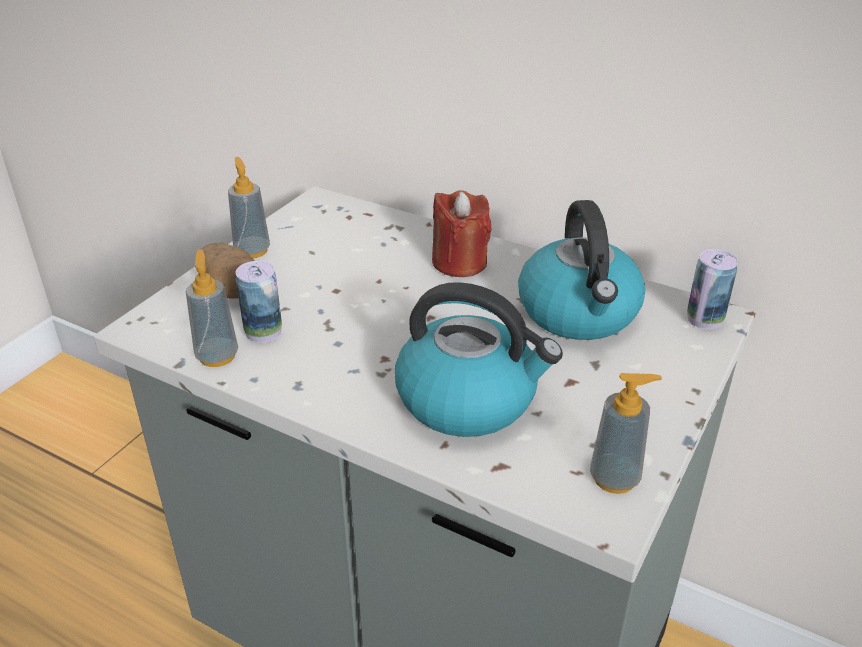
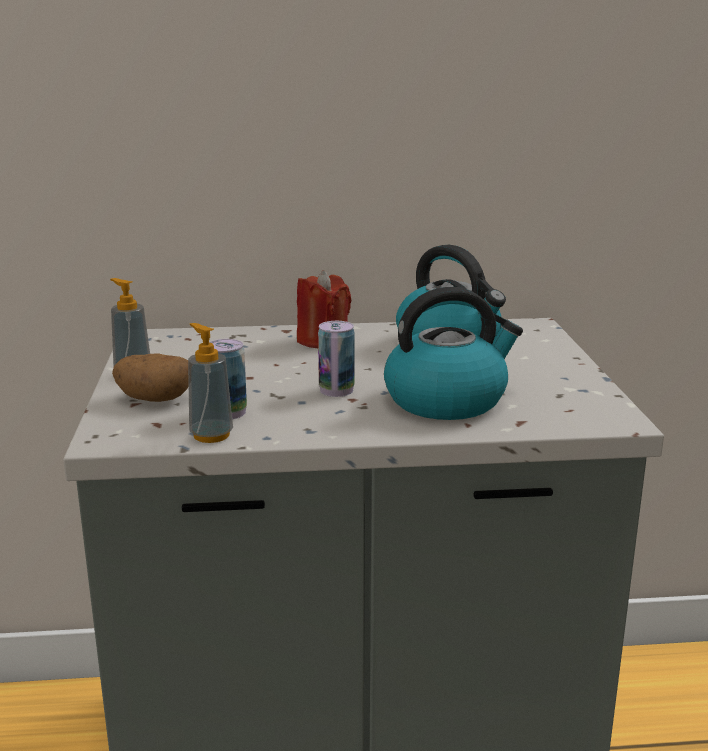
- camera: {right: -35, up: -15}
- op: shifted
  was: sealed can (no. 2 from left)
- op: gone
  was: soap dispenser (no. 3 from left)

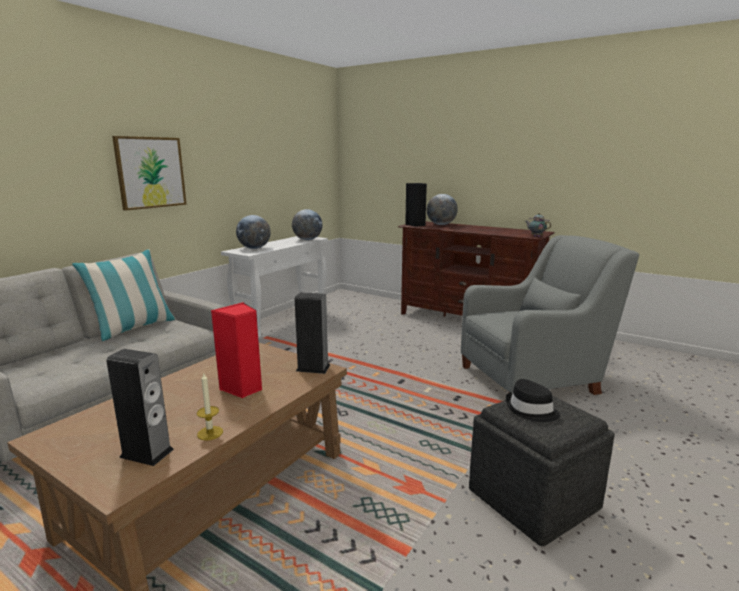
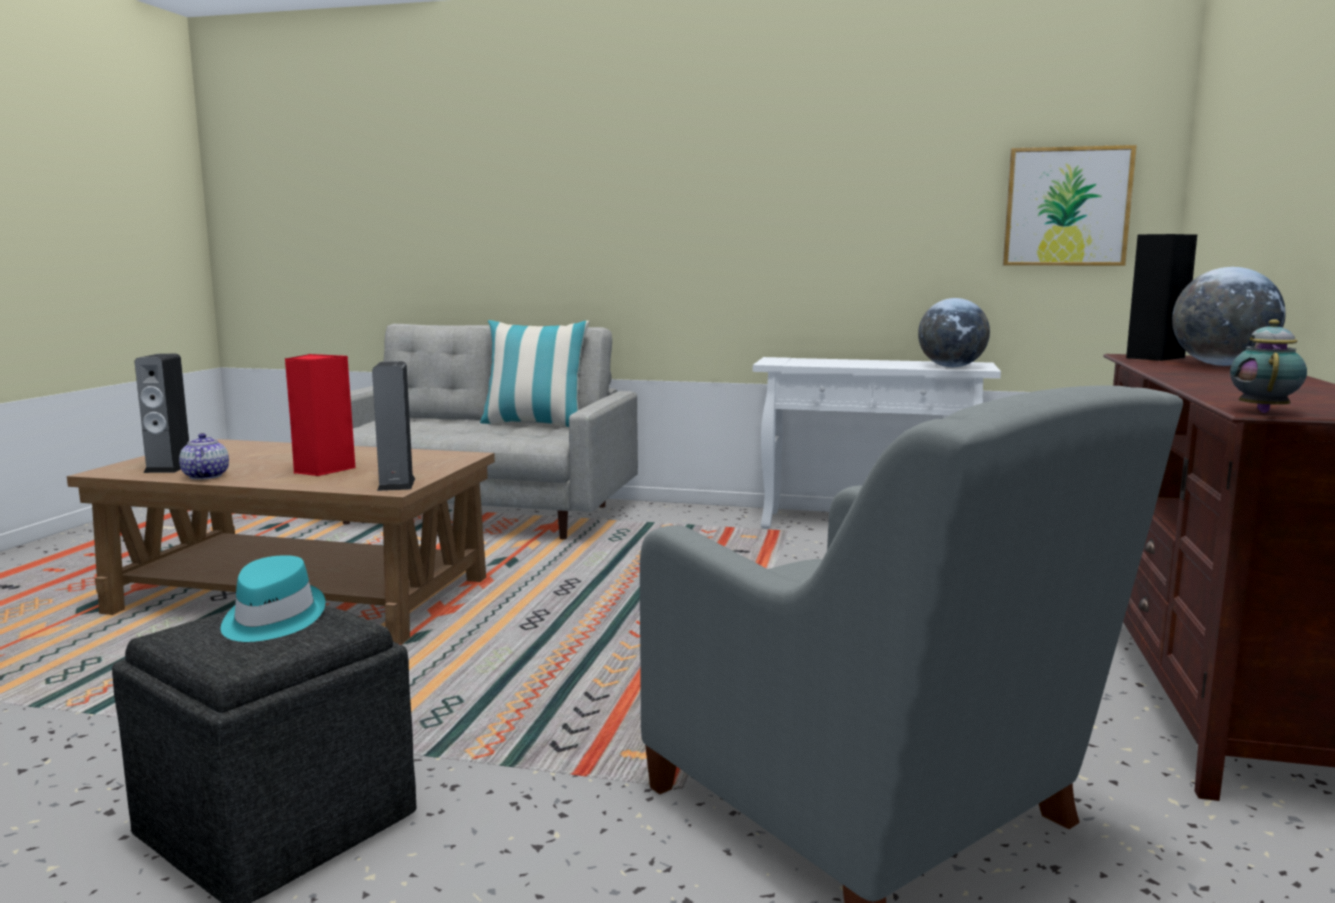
- camera: {right: 70, up: -5}
- op: shifted
  was: wall picture
- op: gone
  was: world globe (no. 1 from left)
- op: swapped
  was: wax light
  now: tea pot (no. 1 from left)
- op: repainted
  was: hat (black)
  now: hat (blue-green)

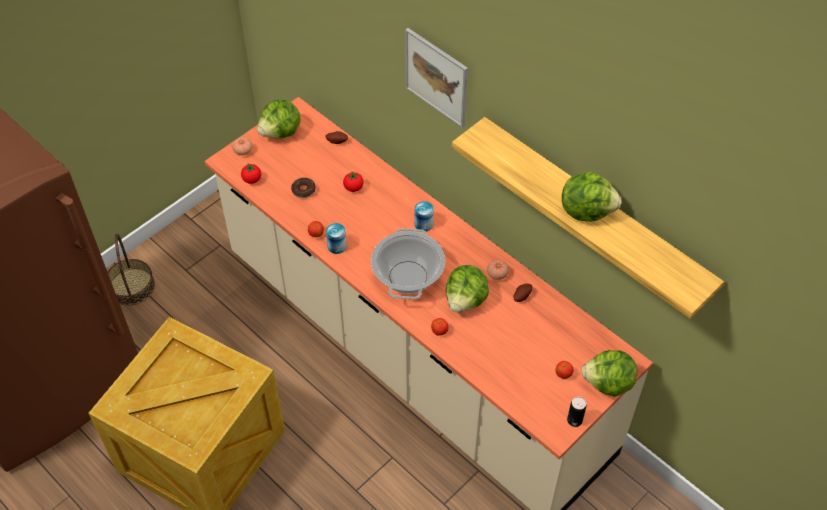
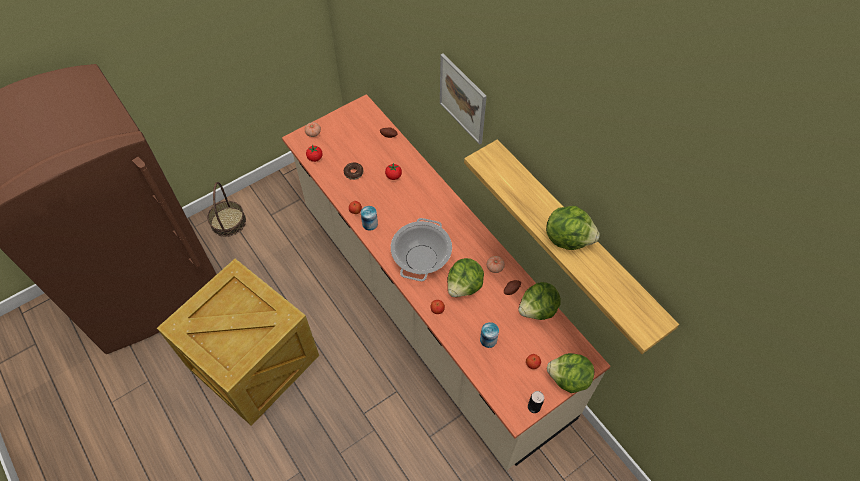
- camera: {right: 10, up: 5}
- op: shifted
  was: lettuce (no. 1 from left in the first image)
  now: lettuce (no. 2 from left)
- op: shifted
  was: sealed can (no. 2 from left)

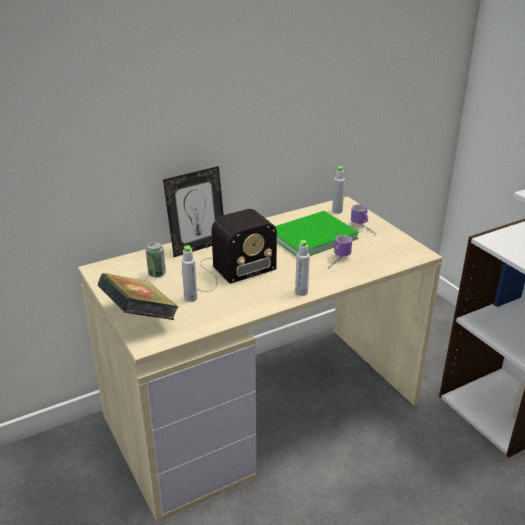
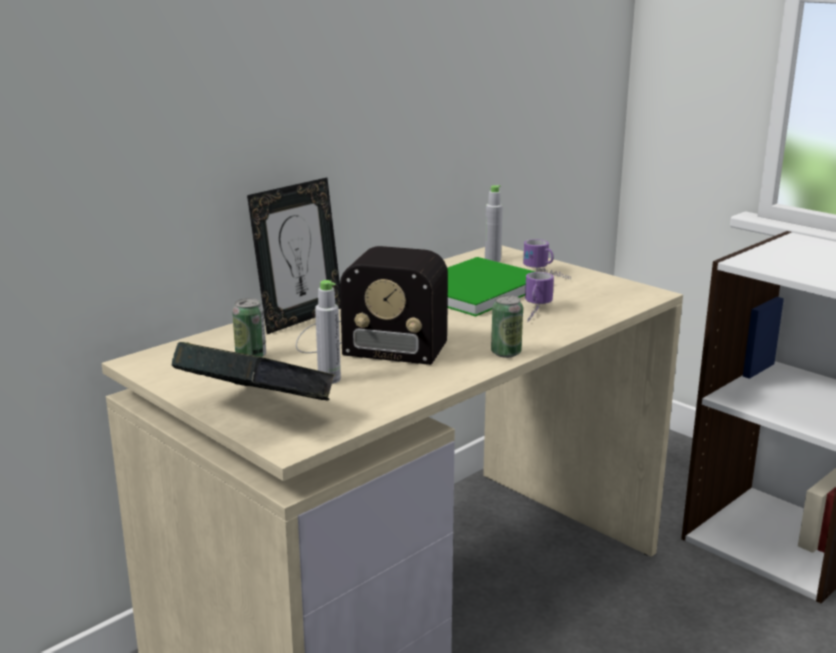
- camera: {right: -15, up: -10}
- op: rotated
  was: radio receiver
  clockwise: 60
- op: swapped
  was: beverage bottle (grey) (no. 2 from left)
  now: sealed can (no. 2 from left)

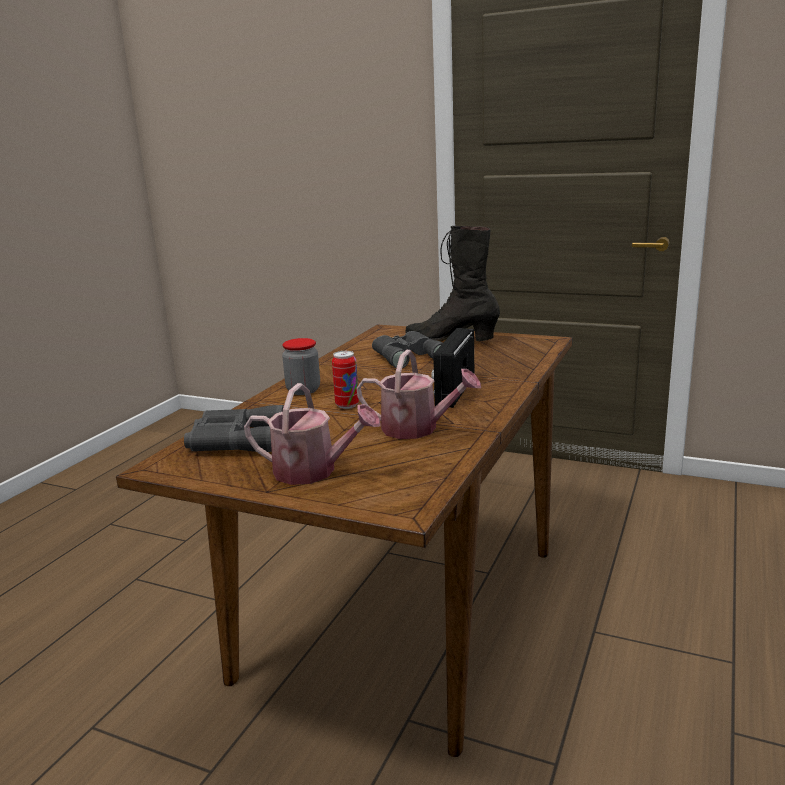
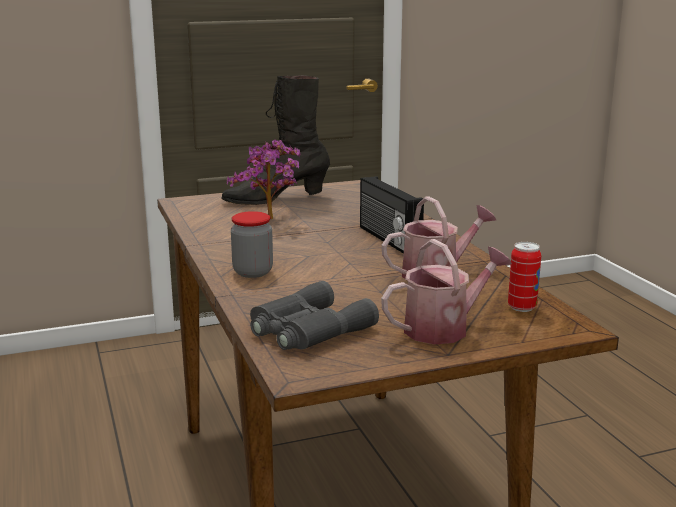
- camera: {right: -45, up: 0}
- op: swapped
  was: field glasses (grey) (no. 2 from left)
  now: houseplant
- op: shifted
  was: sealed can

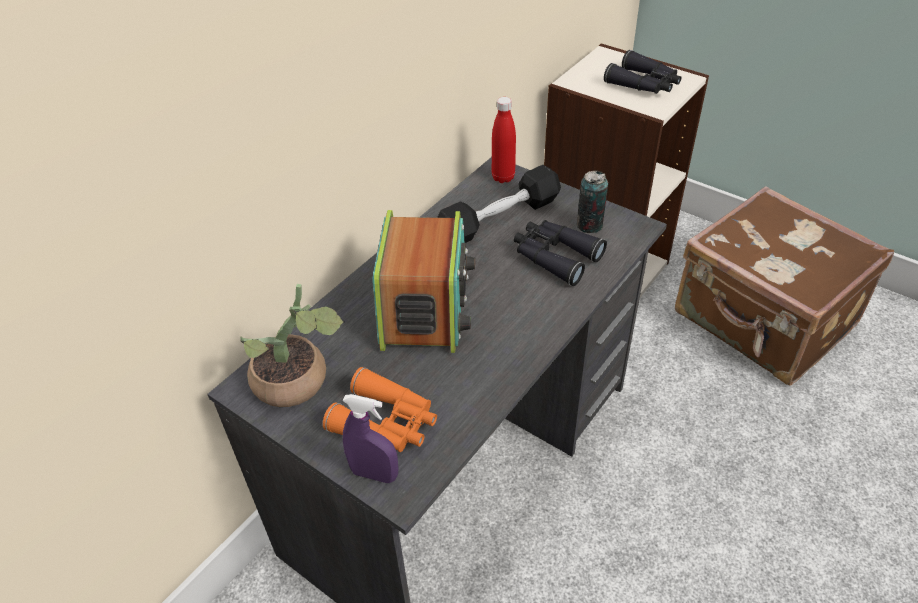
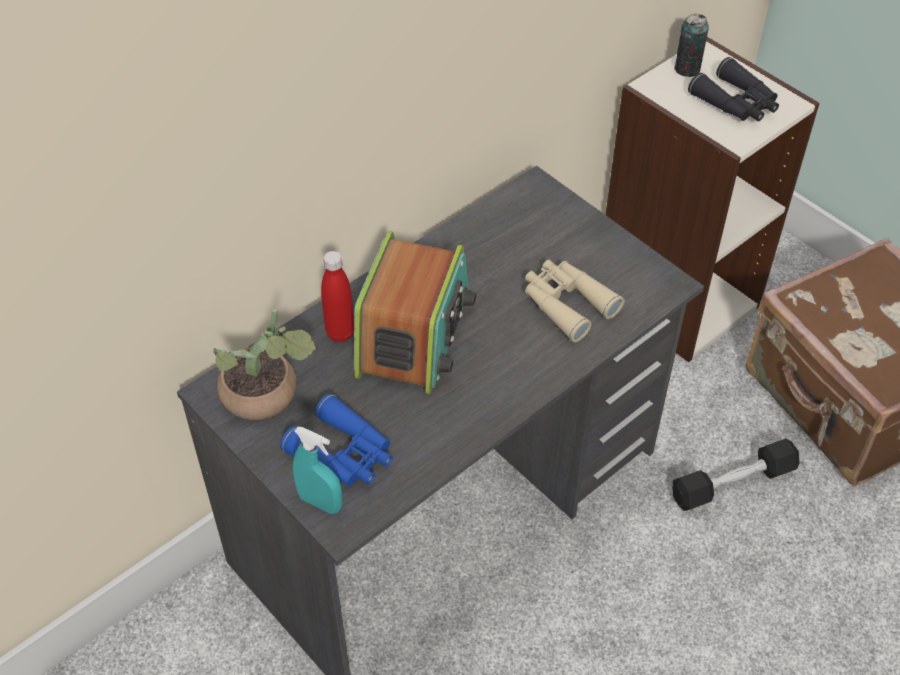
- camera: {right: 10, up: 5}
- op: shifted
  was: beverage bottle (red)
- op: shifted
  was: free weight (black)
- op: shifted
  was: sealed can
- op: repainted
  was: field glasses (black) (no. 1 from left)
  now: field glasses (beige)
- op: repainted
  was: field glasses (orange)
  now: field glasses (blue)
- op: repainted
  was: spray bottle (purple-coloured)
  now: spray bottle (blue-green)

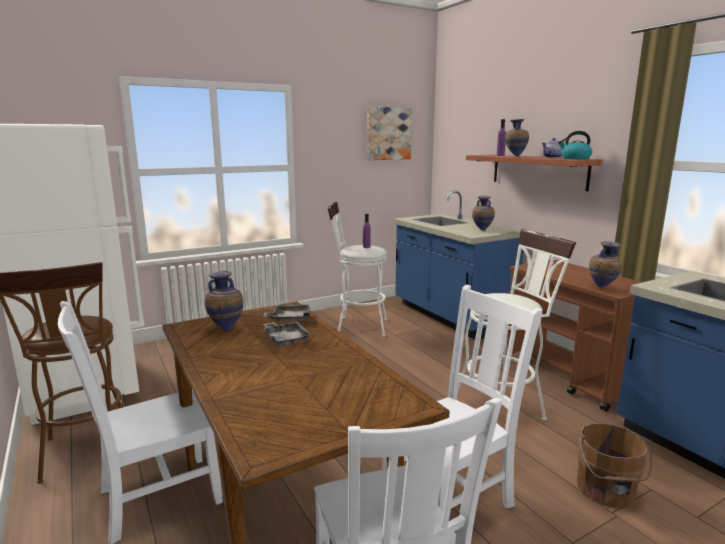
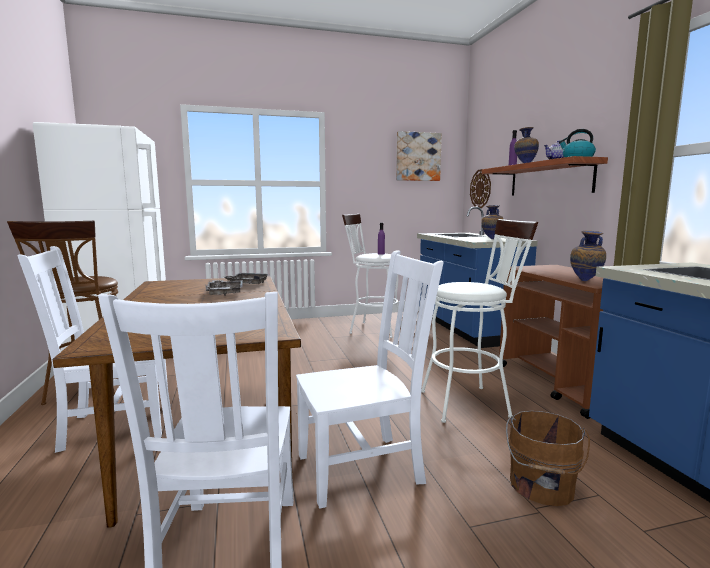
- camera: {right: 15, up: -5}
- op: gone
  was: decorative vase (no. 1 from left)
- op: new
  now: hanging clock

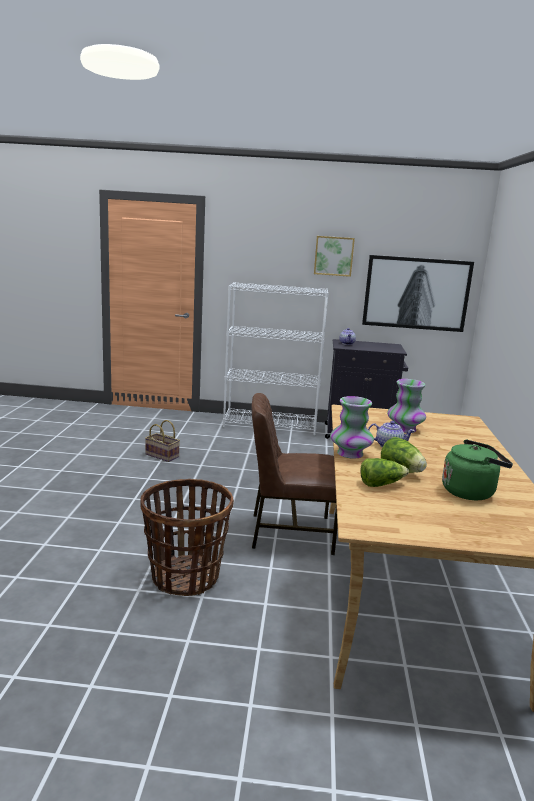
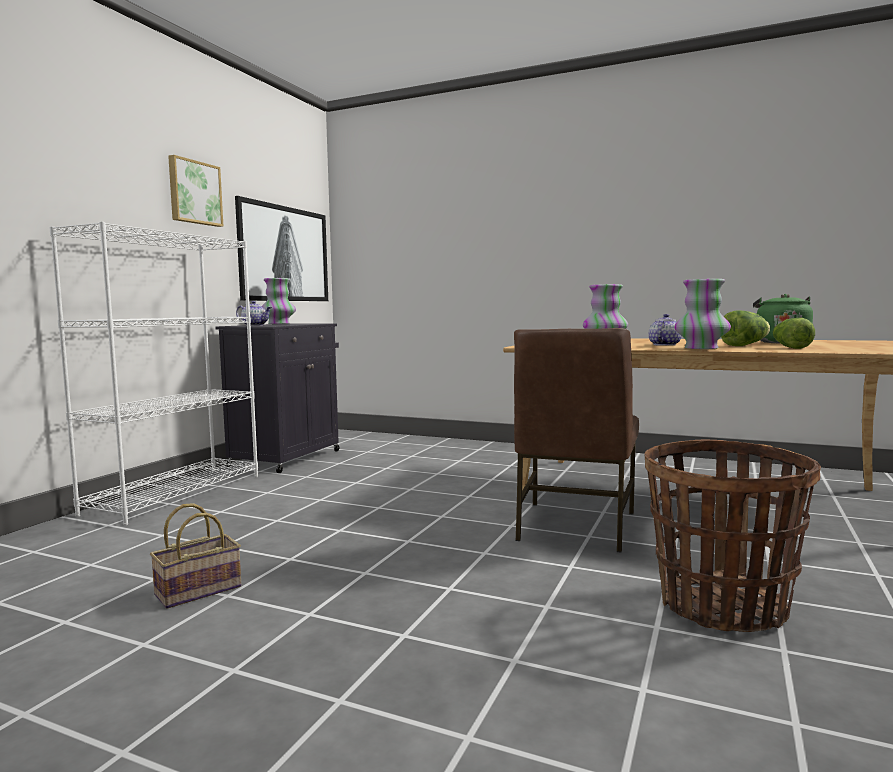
- camera: {right: -70, up: -10}
- op: new
  now: decorative vase (no. 1 from left)

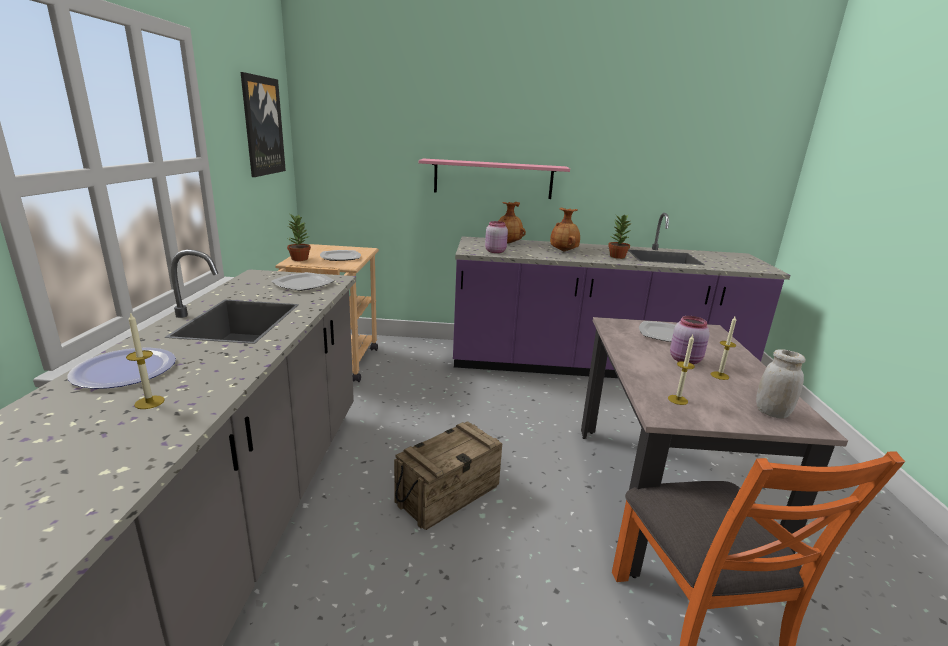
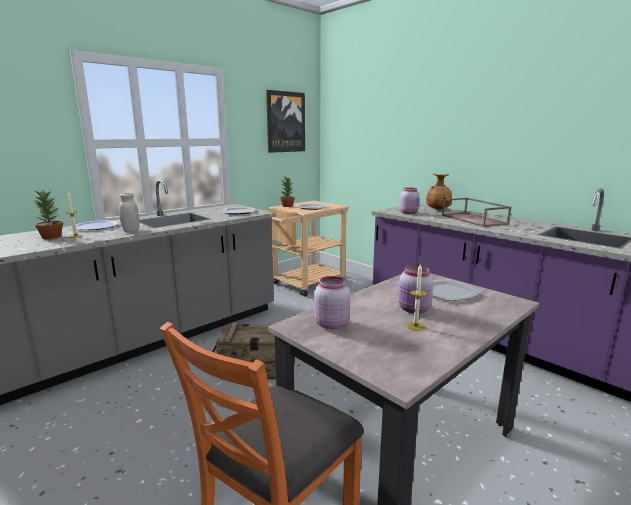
- camera: {right: 45, up: -5}
- op: gone
  was: bracket shelf (pink-coloured)
- op: swapped
  was: decorative vase (brown) (no. 2 from left)
  now: tray (brown)
- op: shifted
  was: houseplant (no. 2 from left in the first image)
  now: houseplant (no. 1 from left)
- op: swapped
  was: wax light (no. 2 from left)
  now: storage jar (pink-coloured) (no. 1 from left)
- op: shifted
  was: storage jar (whitish)

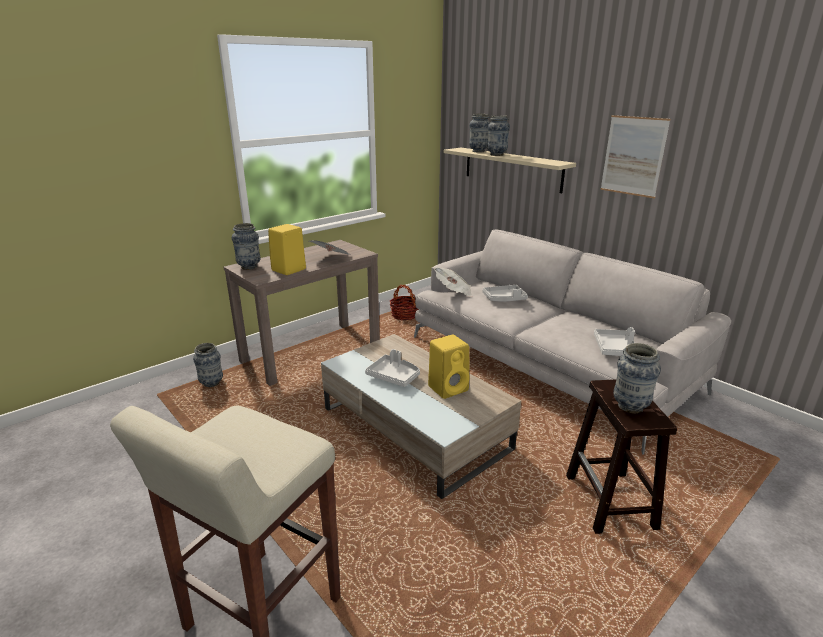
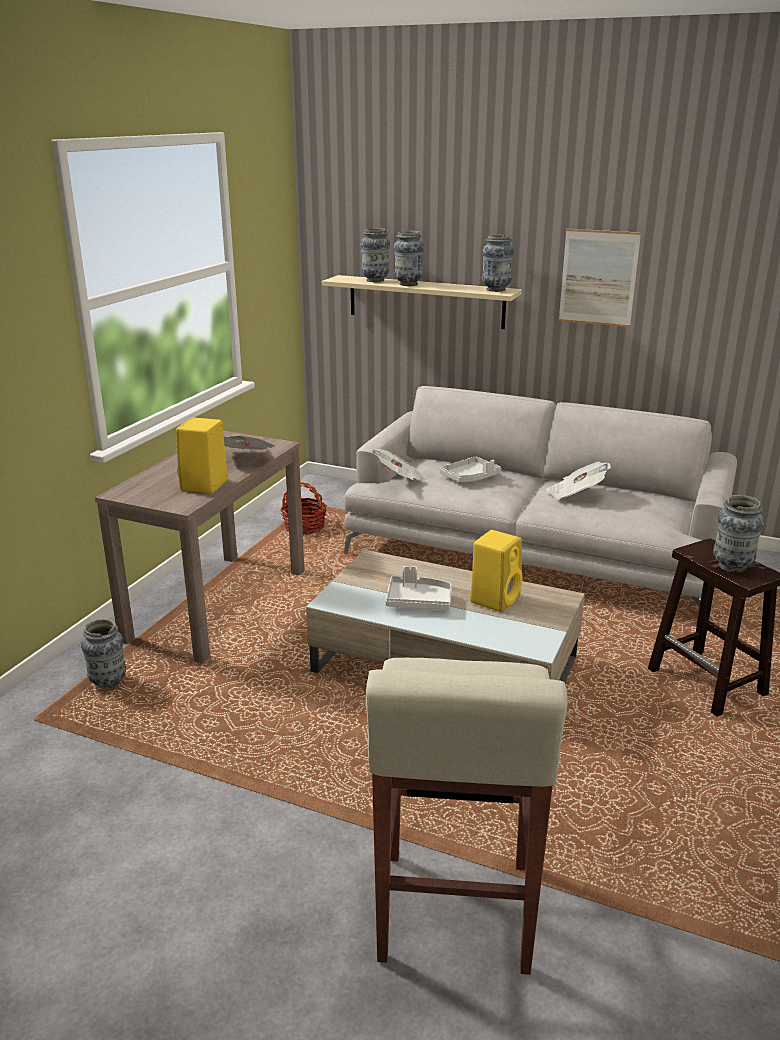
- camera: {right: -25, up: 0}
- op: shifted
  was: decorative vase (no. 2 from left in the first image)
  now: decorative vase (no. 4 from left)
- op: gone
  was: tray (grey) (no. 3 from left)
- op: new
  now: newspaper (no. 3 from left)

